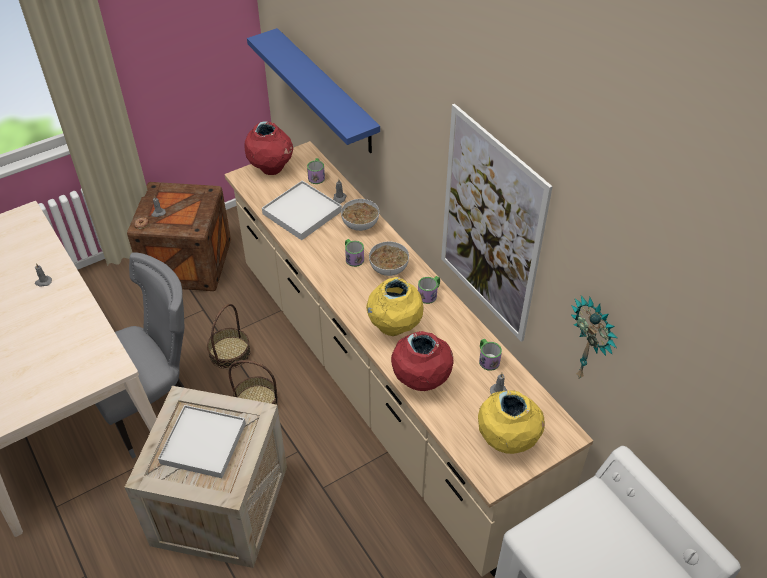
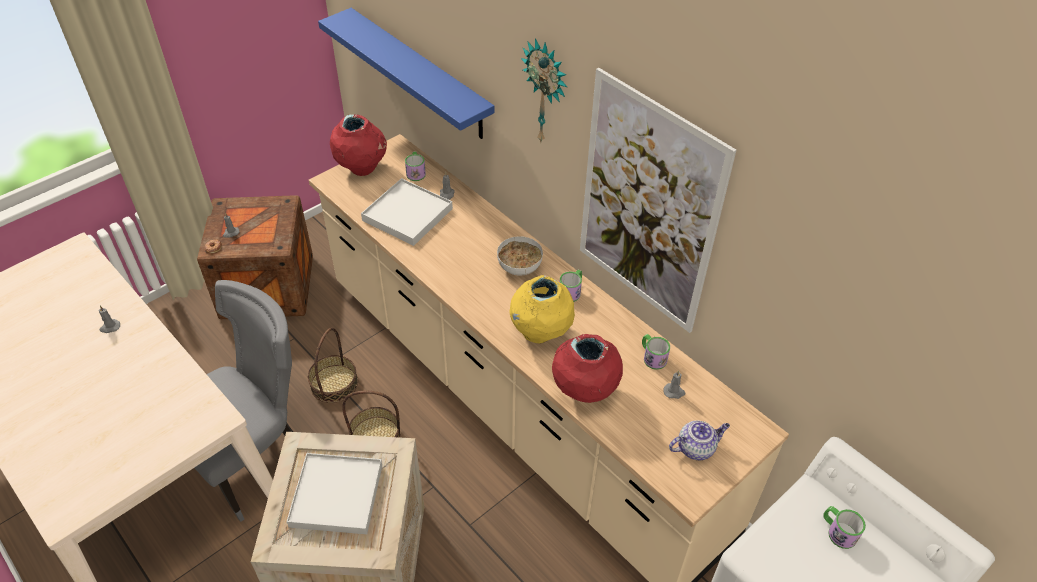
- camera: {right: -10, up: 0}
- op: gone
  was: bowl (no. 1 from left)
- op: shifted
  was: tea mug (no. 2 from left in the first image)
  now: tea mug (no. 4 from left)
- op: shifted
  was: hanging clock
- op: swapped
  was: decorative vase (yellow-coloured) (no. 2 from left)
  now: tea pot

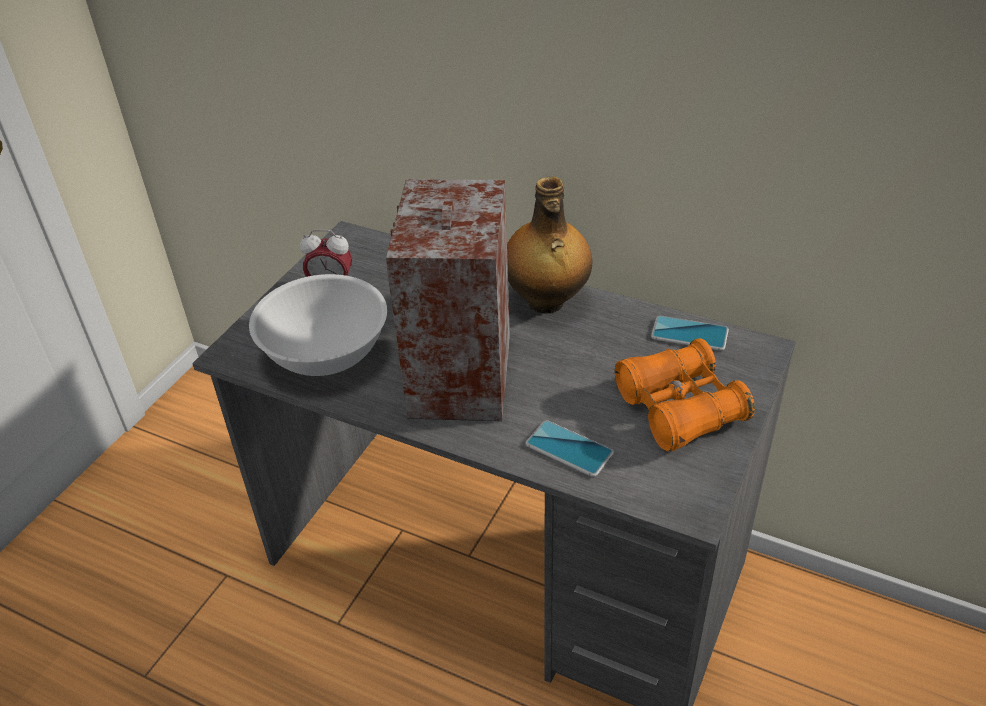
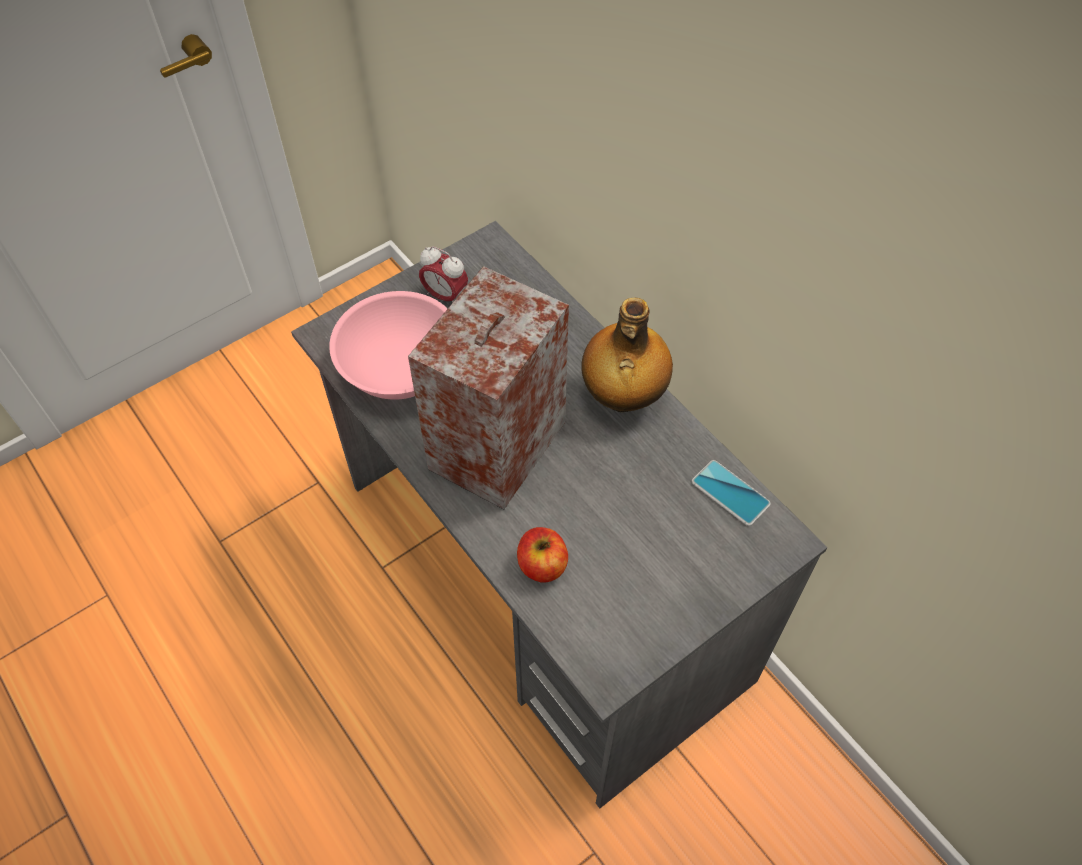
- camera: {right: 25, up: 15}
- op: repainted
  was: bowl (whitish)
  now: bowl (pink-coloured)
- op: gone
  was: field glasses (orange)
- op: swapped
  was: phone (no. 1 from left)
  now: apple fruit

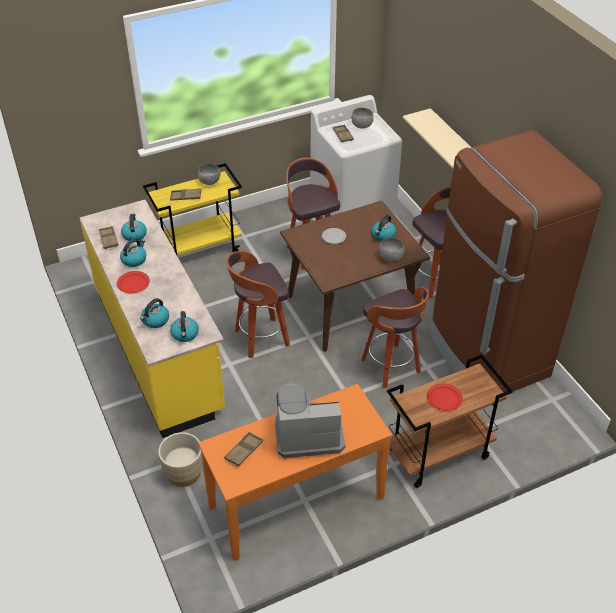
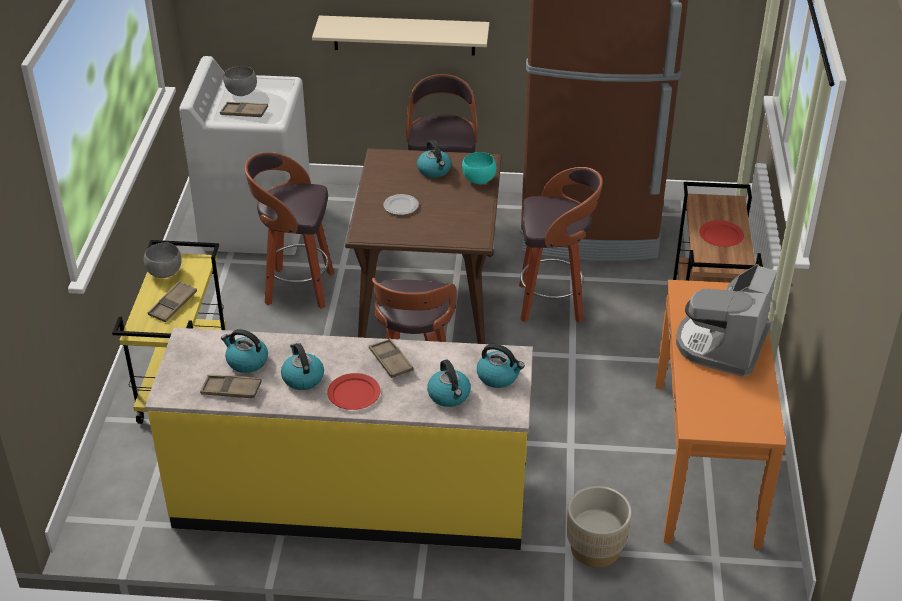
- camera: {right: -60, up: -5}
- op: repainted
  was: bowl (grey) (no. 3 from left)
  now: bowl (blue-green)
- op: shifted
  was: tray (brown) (no. 3 from left in the first image)
  now: tray (brown) (no. 4 from left)

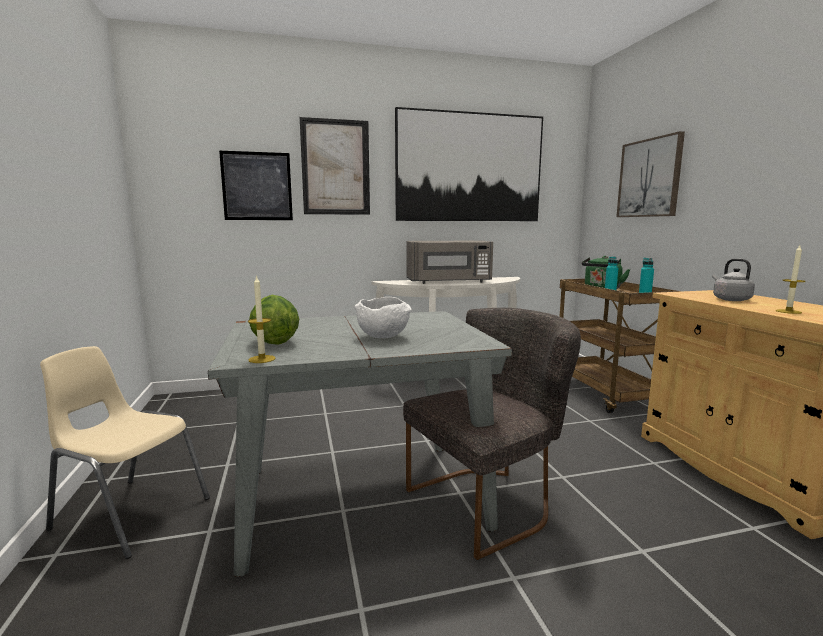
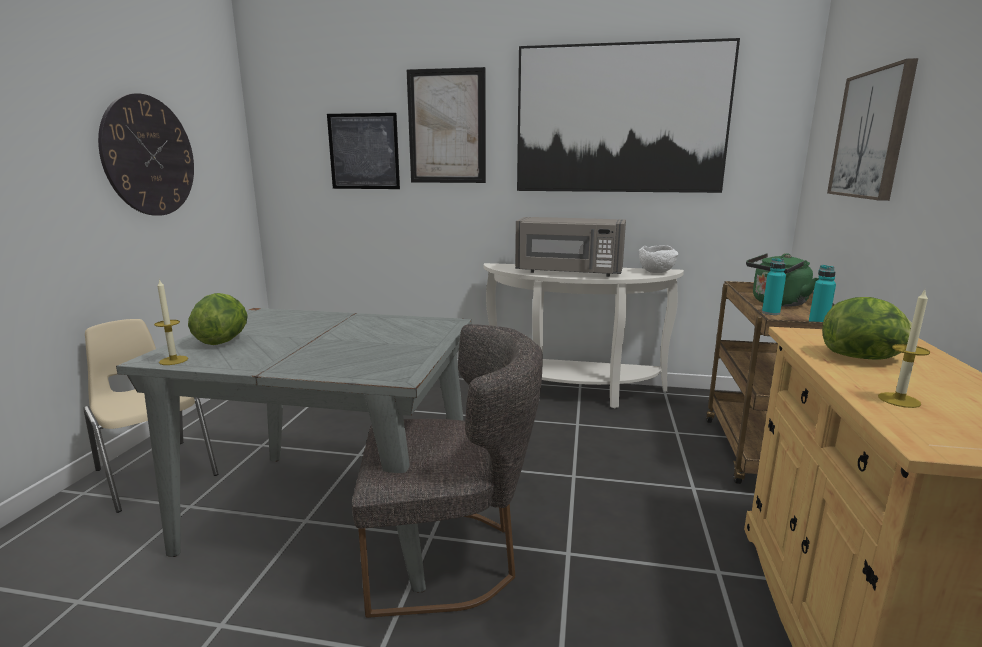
- camera: {right: 25, up: 5}
- op: swapped
  was: water kettle (grey)
  now: lettuce (no. 2 from left)
- op: shifted
  was: bowl (whitish)
- op: new
  now: hanging clock

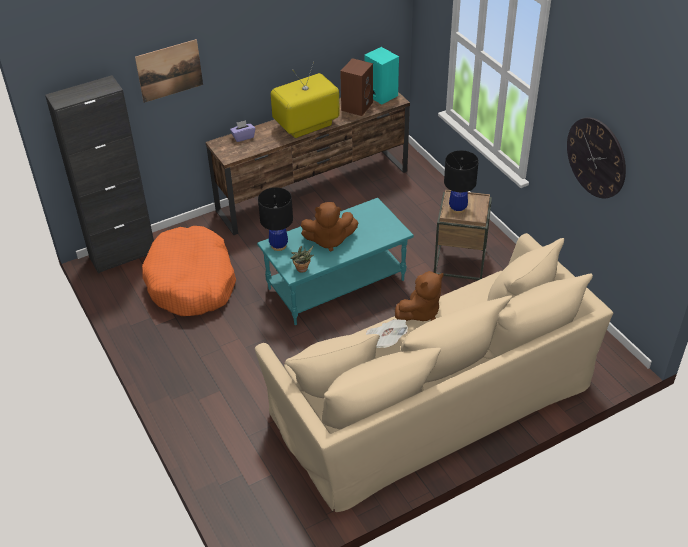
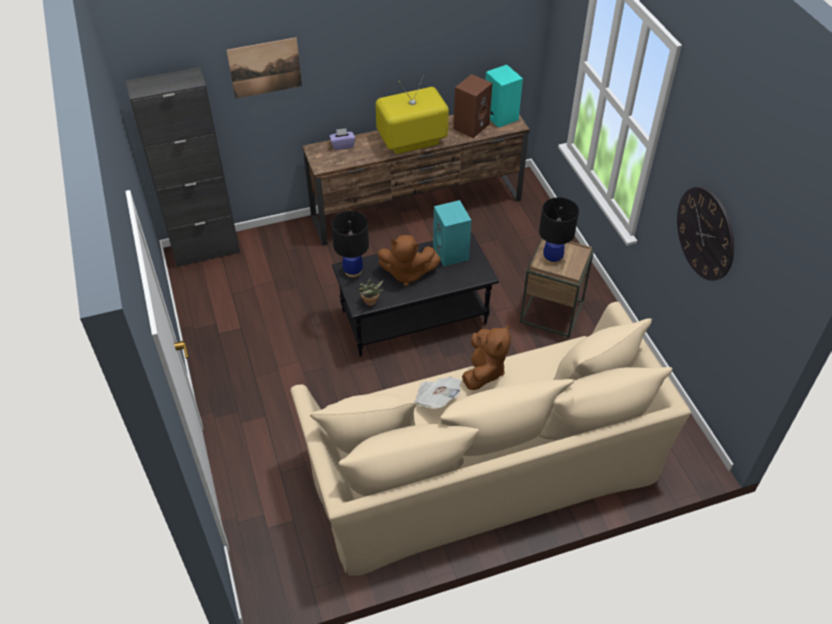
- camera: {right: 10, up: 5}
- op: repainted
  was: coffee table (blue-green)
  now: coffee table (black)
- op: gone
  was: dog bed (orange)
- op: rotated
  was: cuddly toy (brown) (no. 2 from left)
  clockwise: -45
- op: new
  now: audio speaker (blue-green) (no. 1 from left)

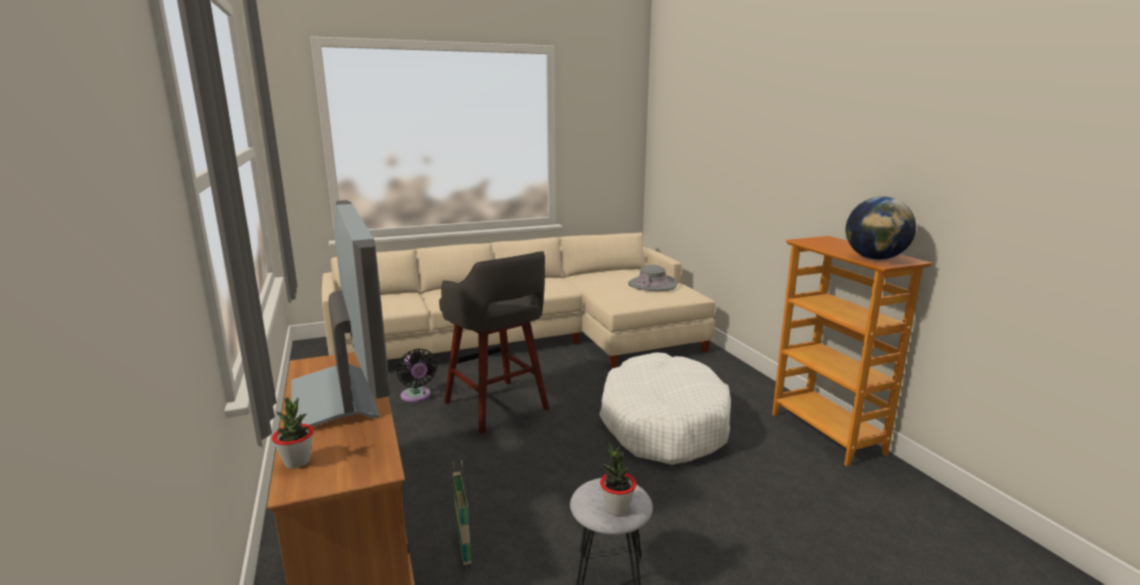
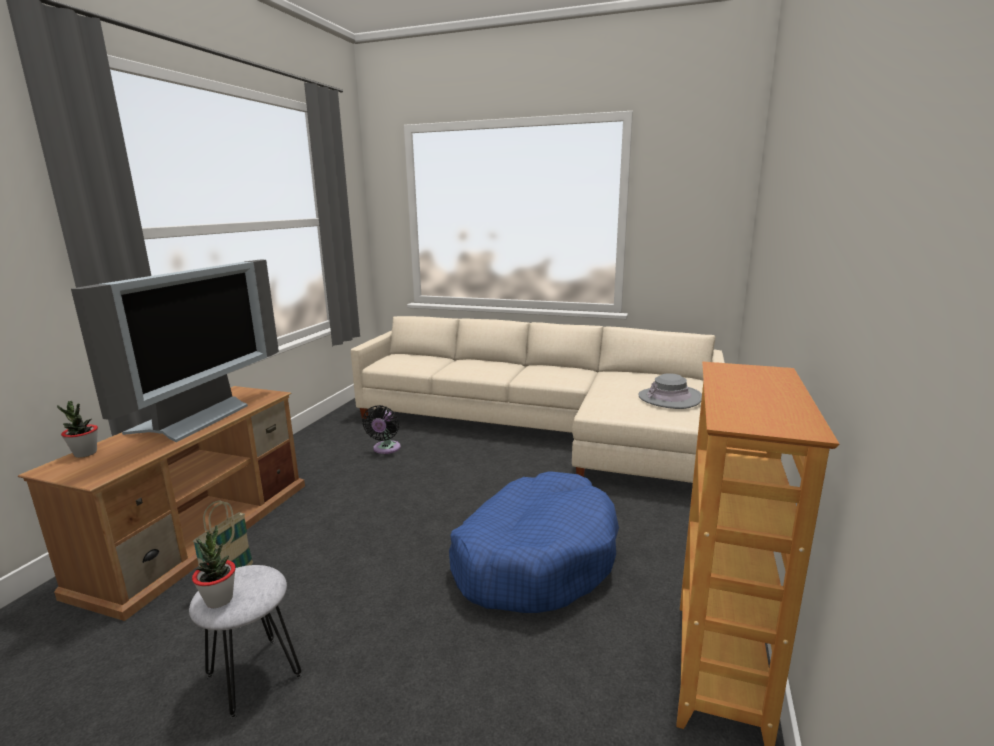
- camera: {right: 40, up: 0}
- op: gone
  was: world globe
- op: gone
  was: stool (grey) (no. 1 from left)
- op: repainted
  was: dog bed (whitish)
  now: dog bed (blue)

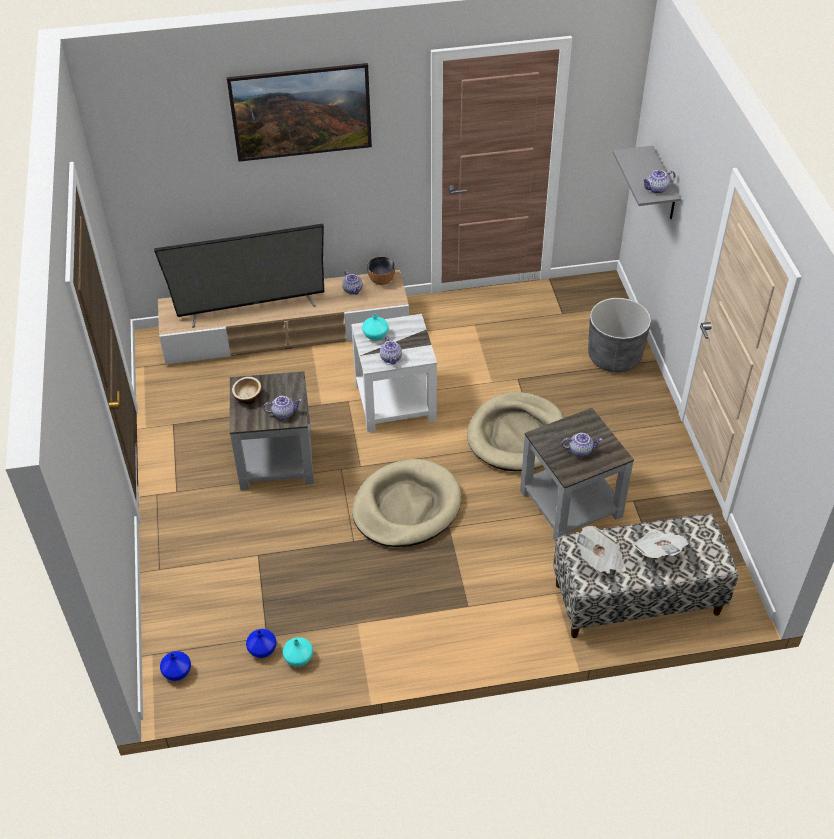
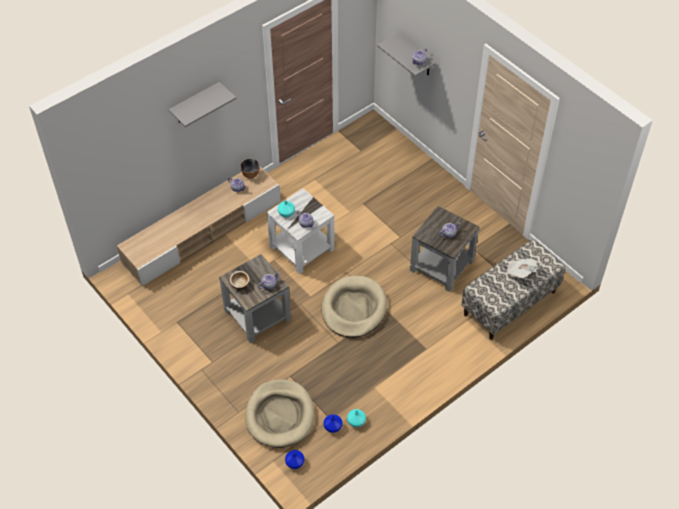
- camera: {right: -30, up: 5}
- op: swapped
  was: wall picture
  now: bracket shelf (grey) (no. 1 from left)
- op: gone
  was: television
- op: gone
  was: planter (grey)
- op: shifted
  was: dog bed (beige) (no. 2 from left in the first image)
  now: dog bed (beige) (no. 1 from left)
- op: gone
  was: newspaper (no. 1 from left)

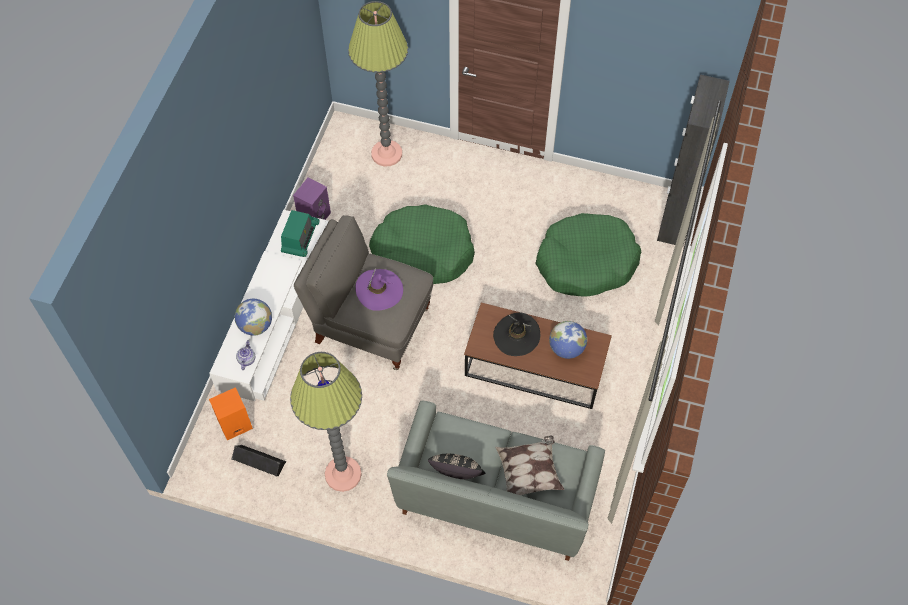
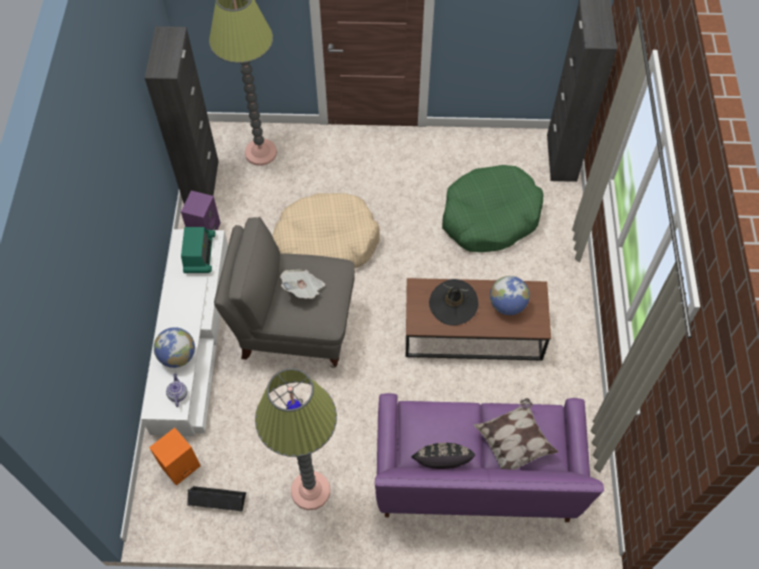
- camera: {right: -15, up: 0}
- op: repainted
  was: dog bed (green-coloured) (no. 1 from left)
  now: dog bed (beige)
- op: swapped
  was: hat (purple-coloured)
  now: newspaper
- op: repainted
  was: settee (grey)
  now: settee (purple-coloured)
- op: new
  now: storage cabinet (black) (no. 1 from left)

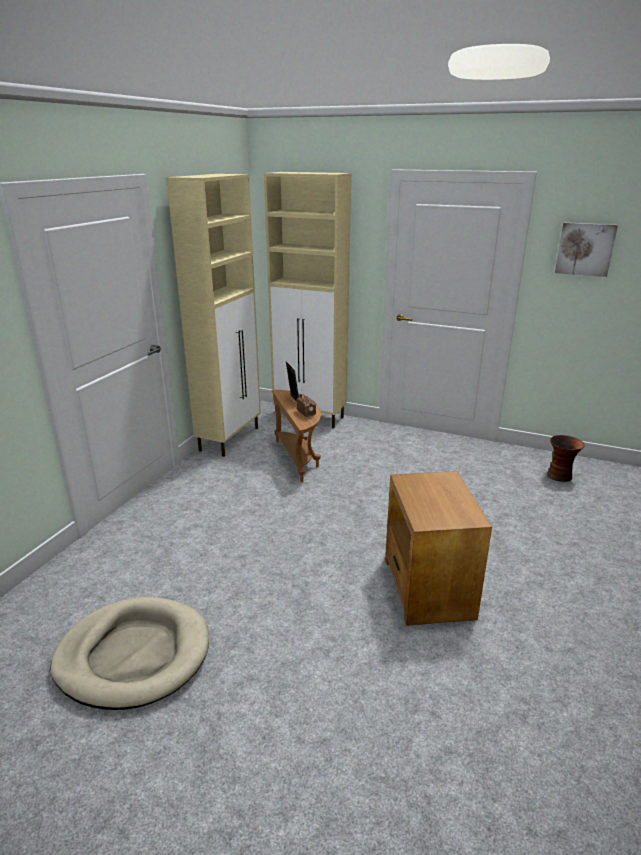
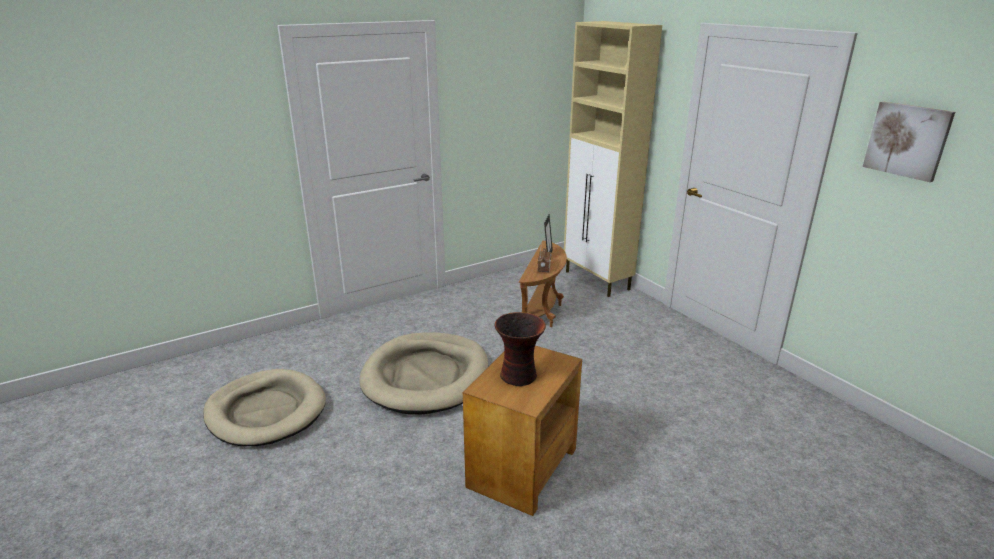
- camera: {right: 35, up: 0}
- op: gone
  was: storage cabinet (beige) (no. 1 from left)
- op: shifted
  was: decorative vase
- op: new
  now: dog bed (beige) (no. 2 from left)

